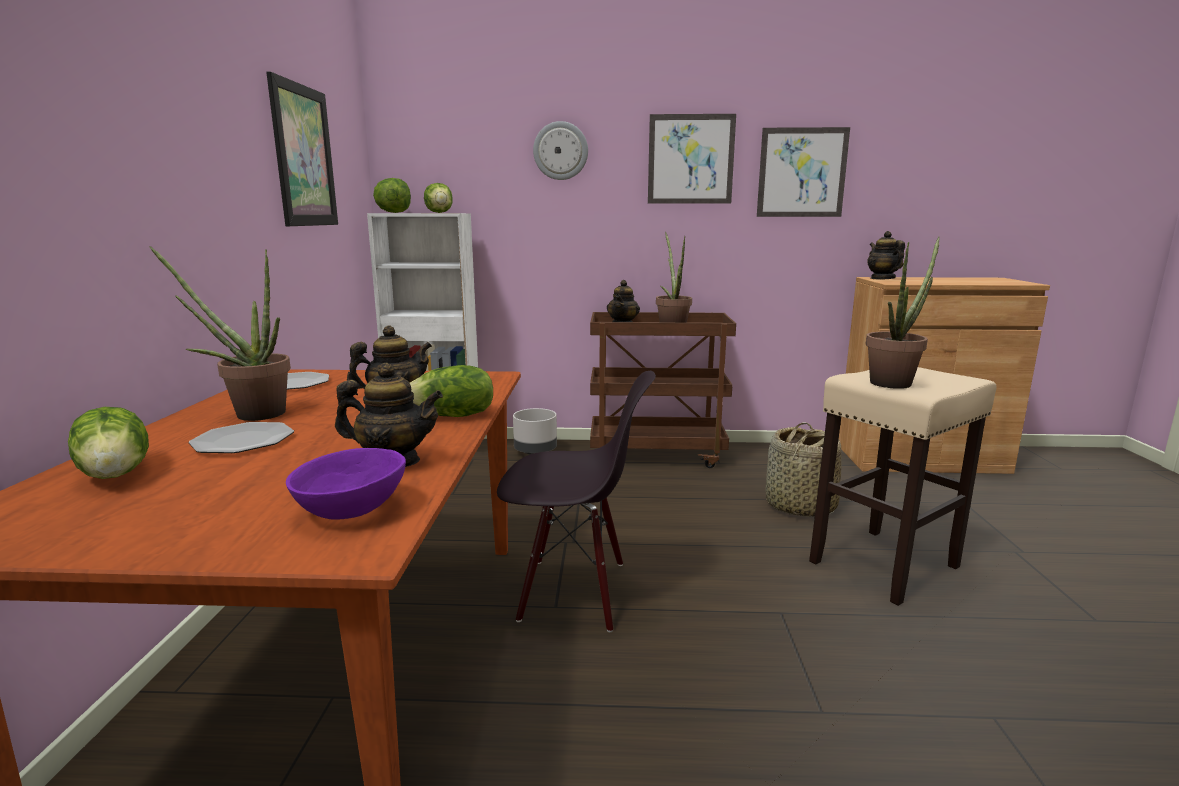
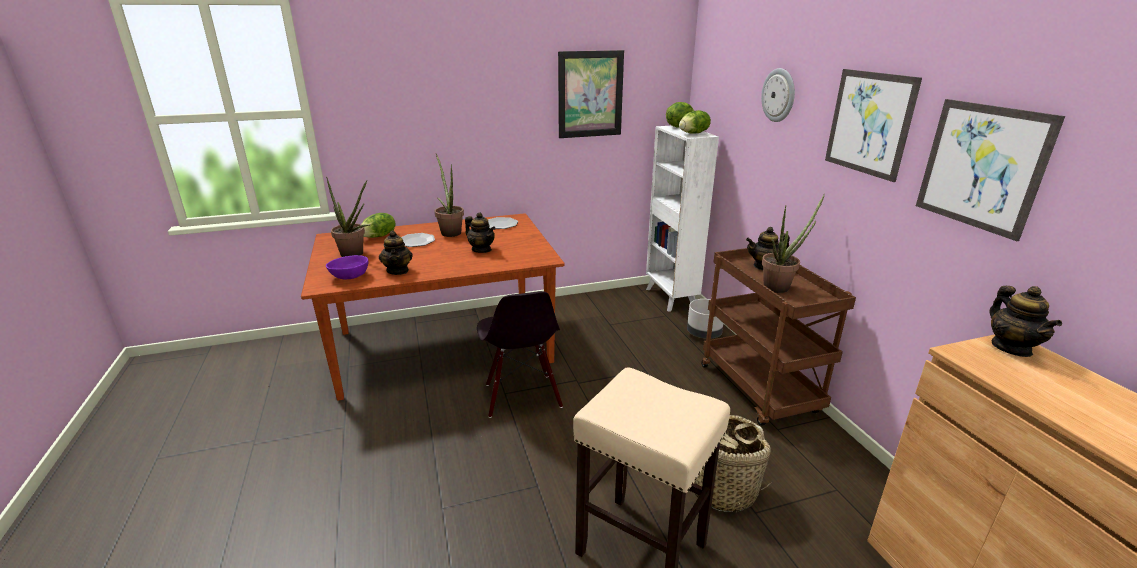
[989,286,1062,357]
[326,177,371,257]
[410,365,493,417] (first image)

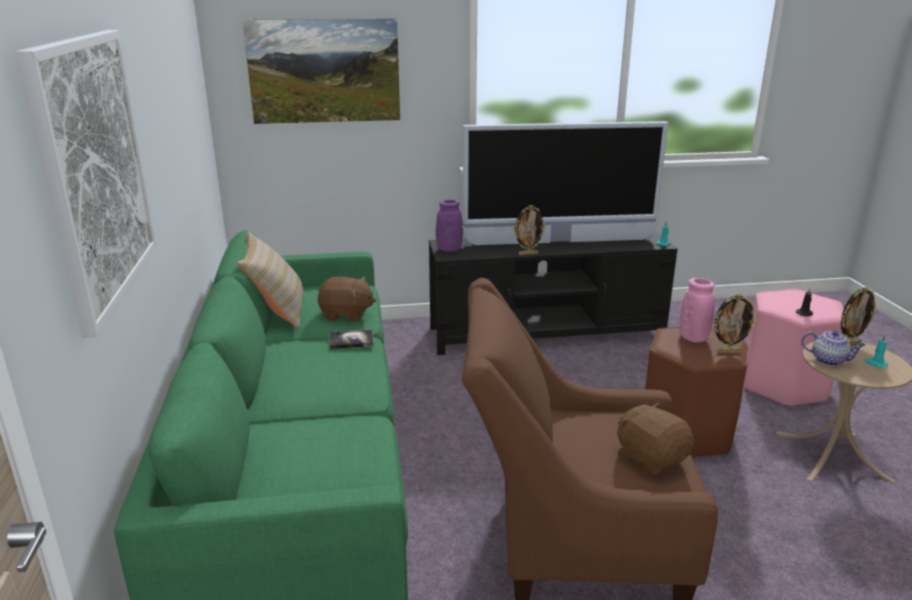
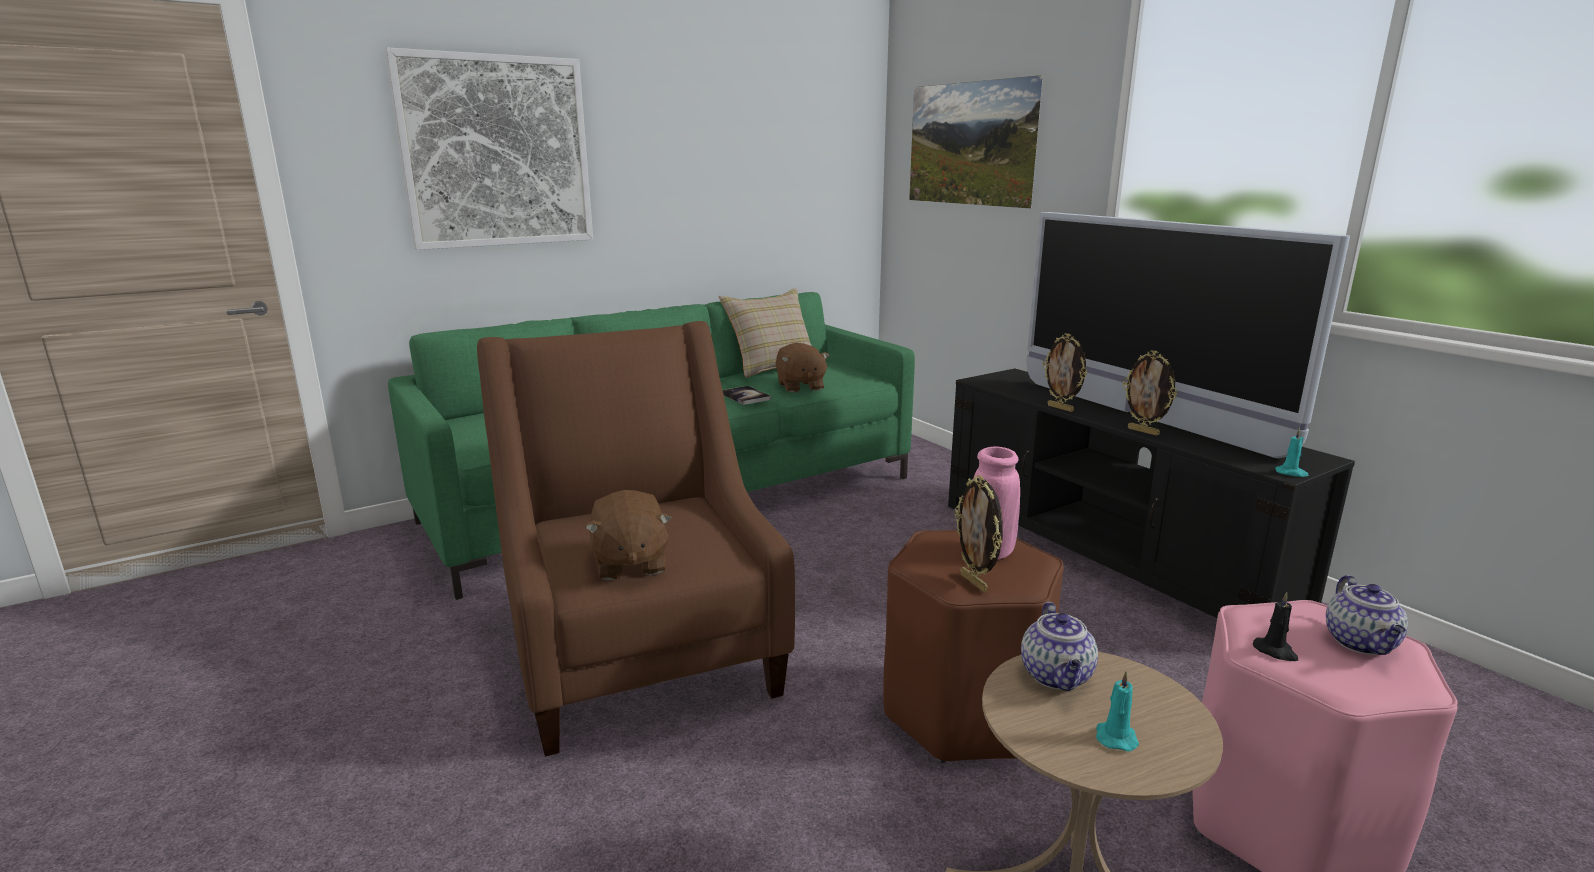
[436,200,463,252] (first image)
[1123,350,1177,436]
[585,490,672,581]
[1326,575,1408,655]

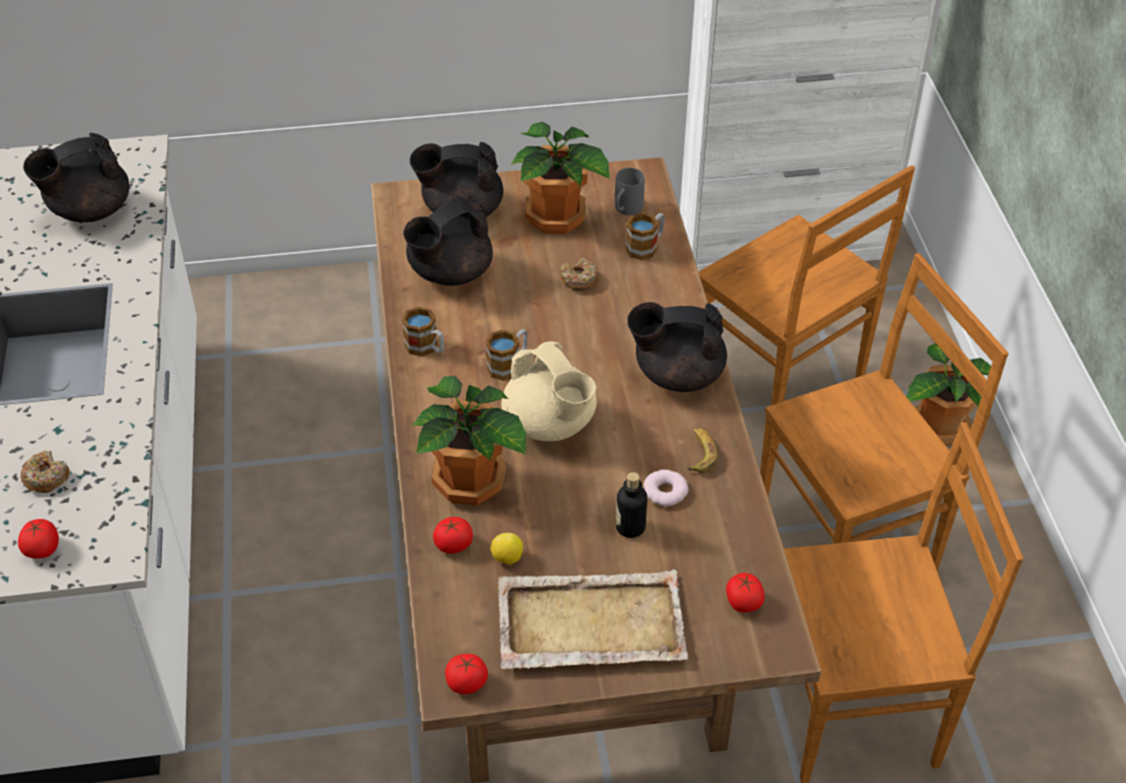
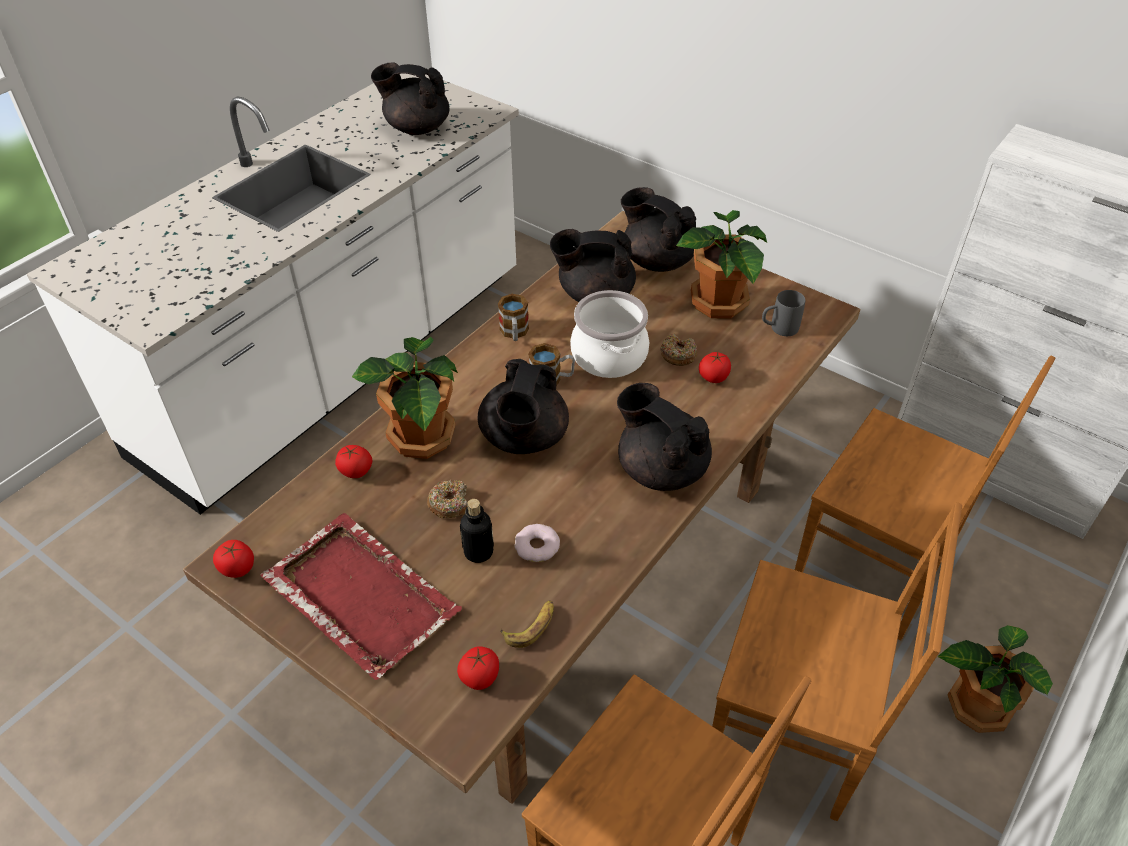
[795,355,1056,641]
[626,213,665,260] (first image)
[478,359,569,454]
[500,600,554,648]
[427,480,467,518]
[699,352,731,383]
[491,533,523,564] (first image)
[260,513,462,680]
[570,290,649,378]

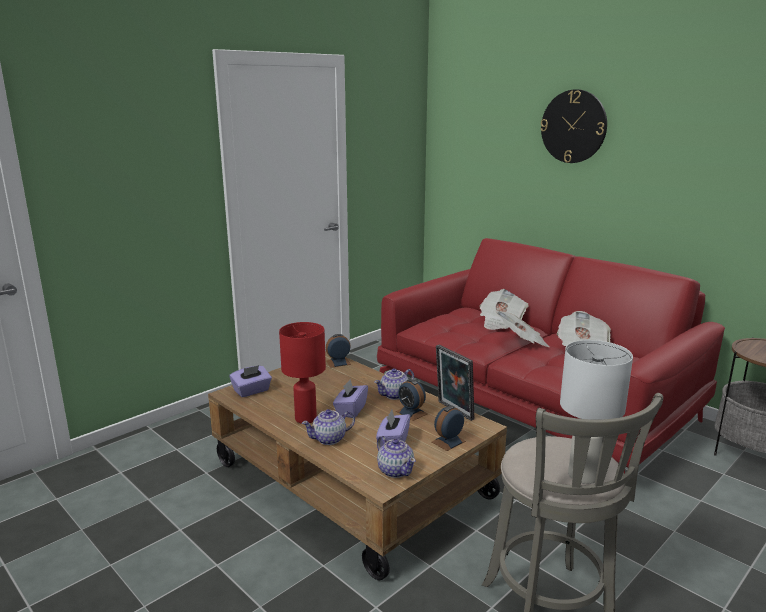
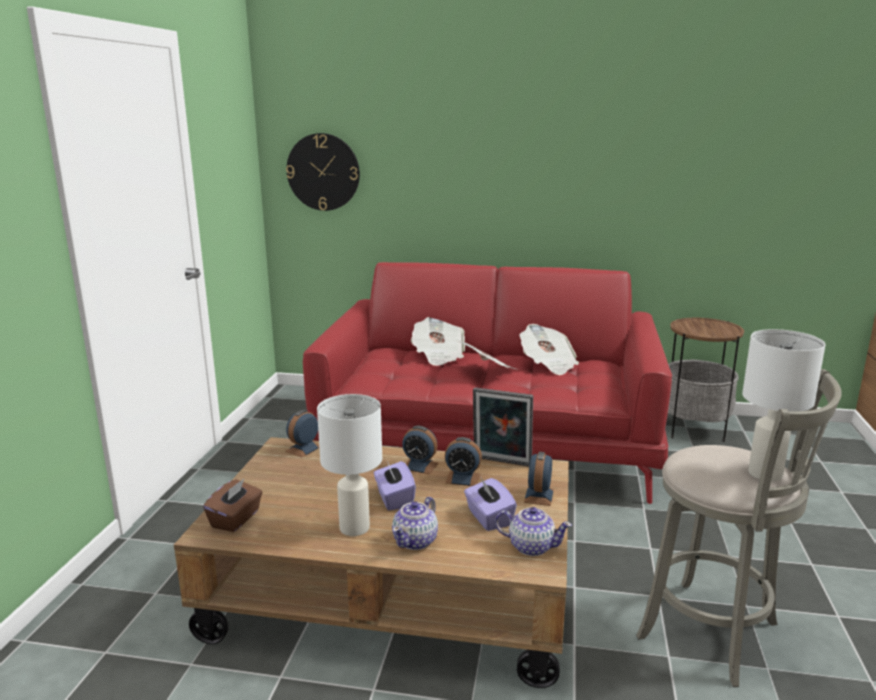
[286,133,360,211]
[317,394,382,536]
[203,479,263,532]
[402,426,439,474]

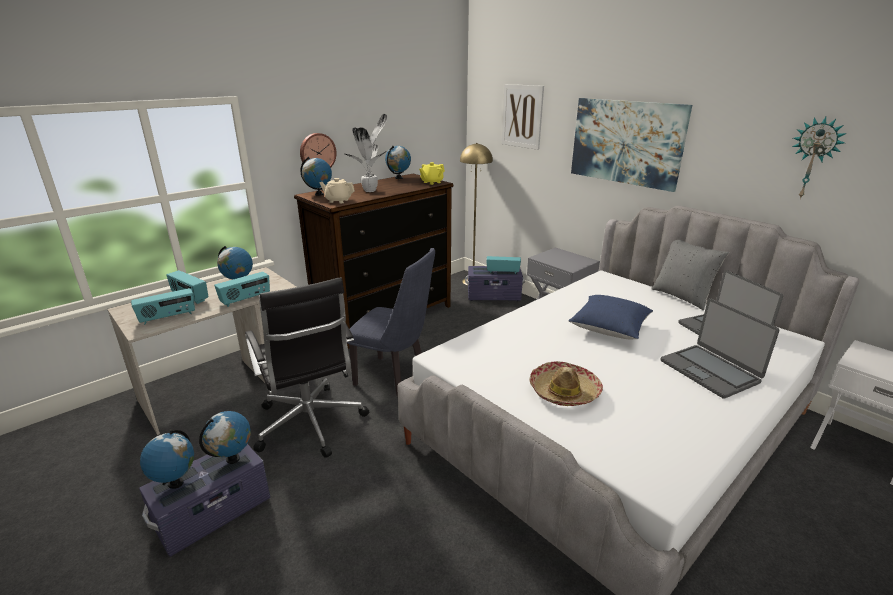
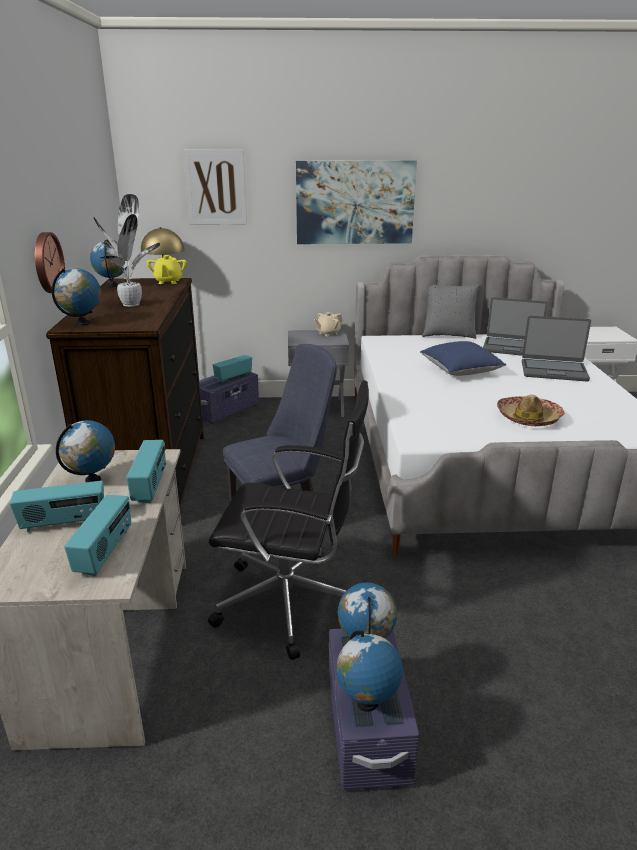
[792,117,847,199] (first image)
[314,312,343,336]

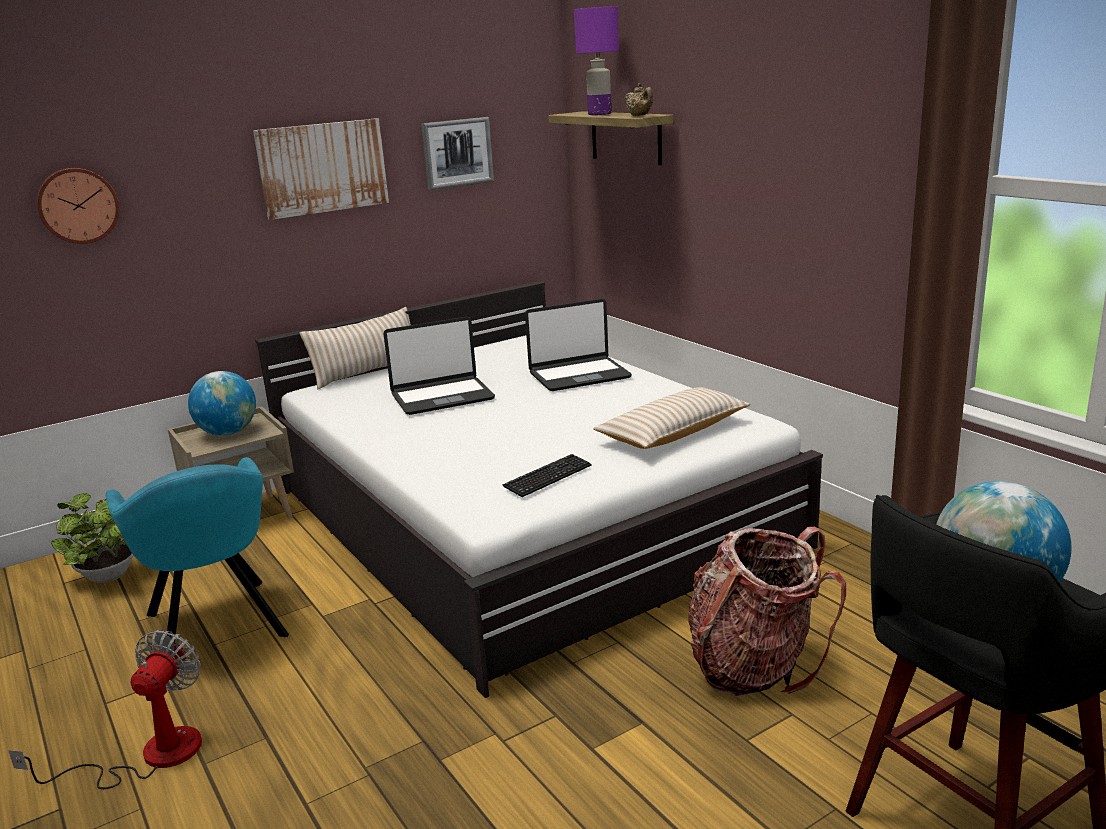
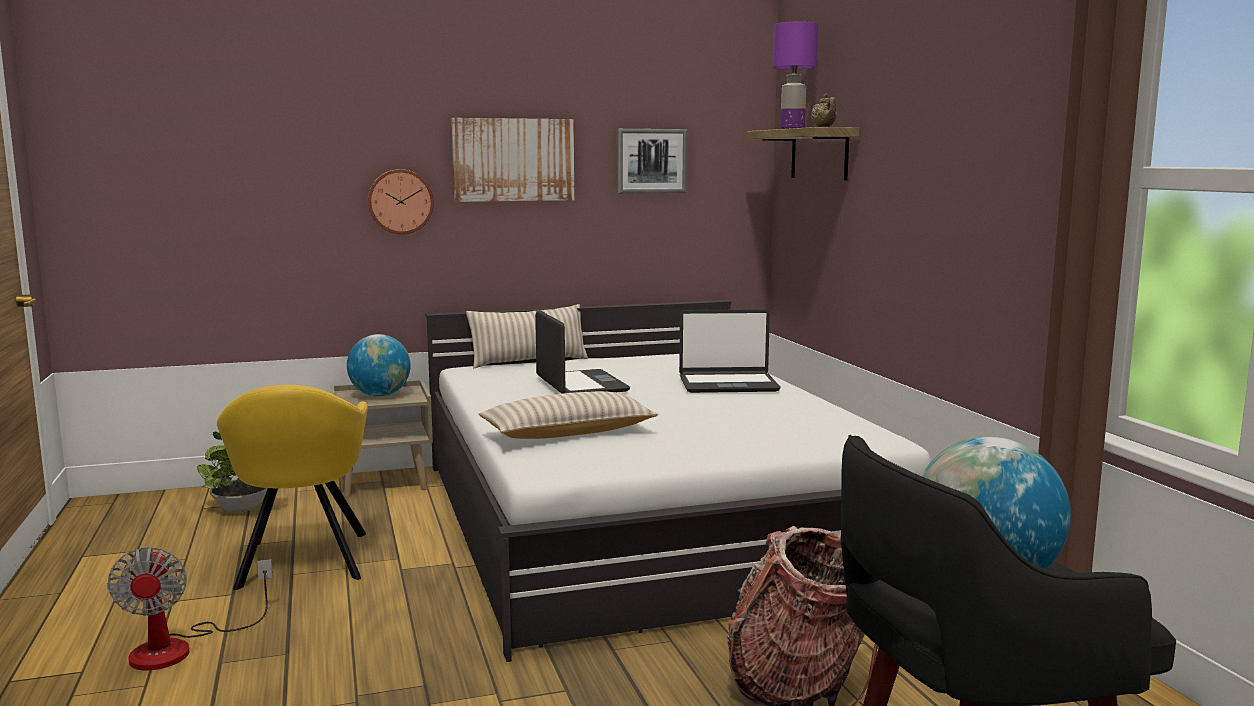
[368,169,434,234]
[535,310,630,394]
[479,391,658,439]
[502,454,592,497] (first image)
[217,385,368,590]
[107,547,273,670]

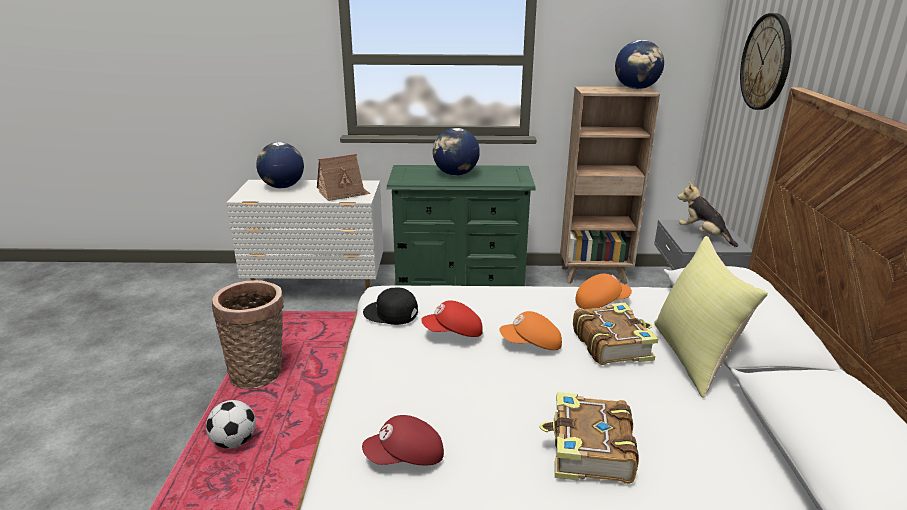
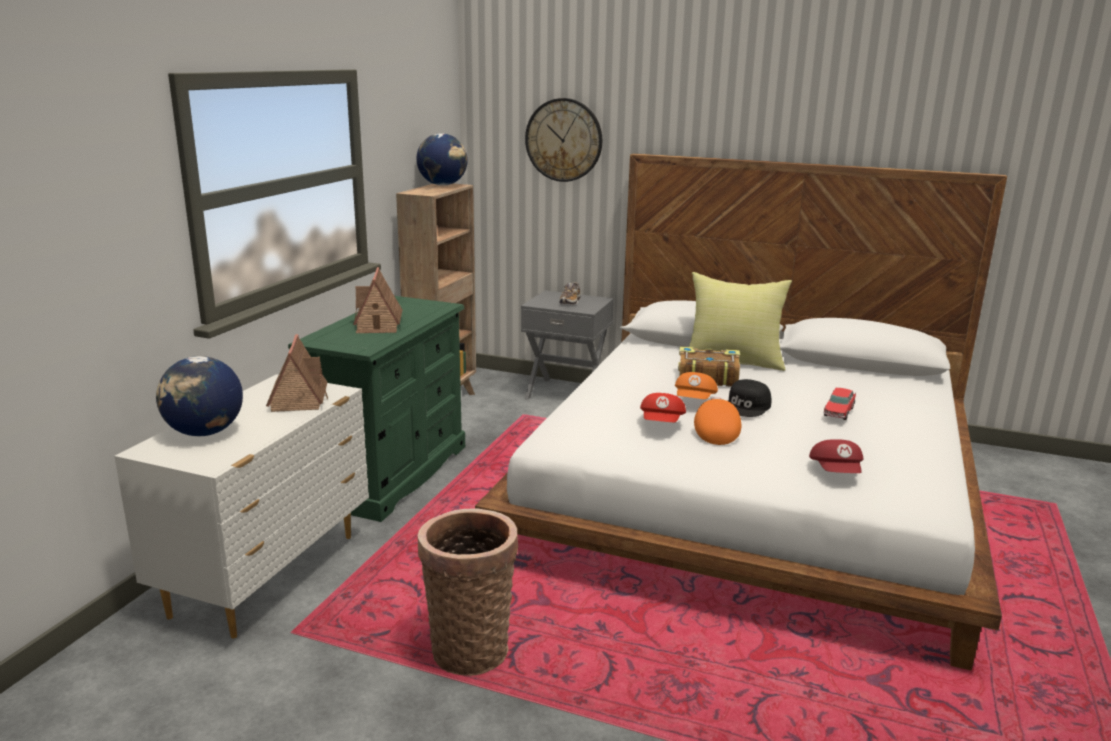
[353,267,402,333]
[559,282,581,305]
[694,398,741,445]
[728,379,772,417]
[824,388,856,420]
[206,400,256,449] (first image)

